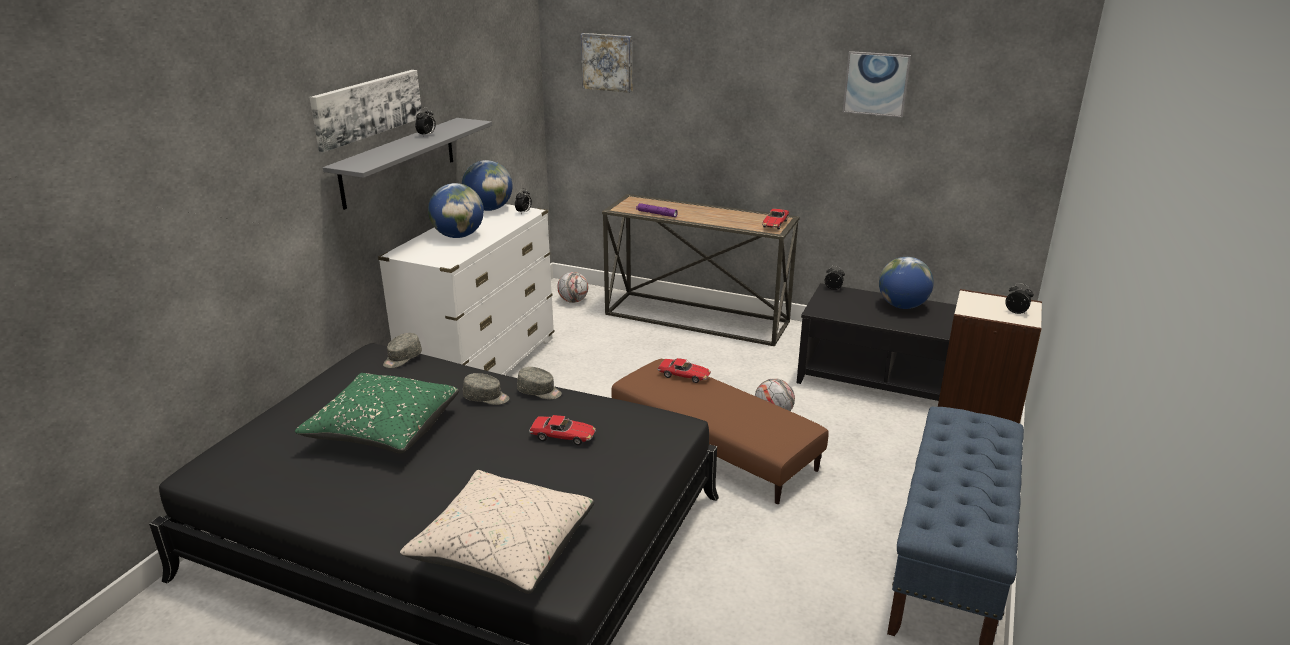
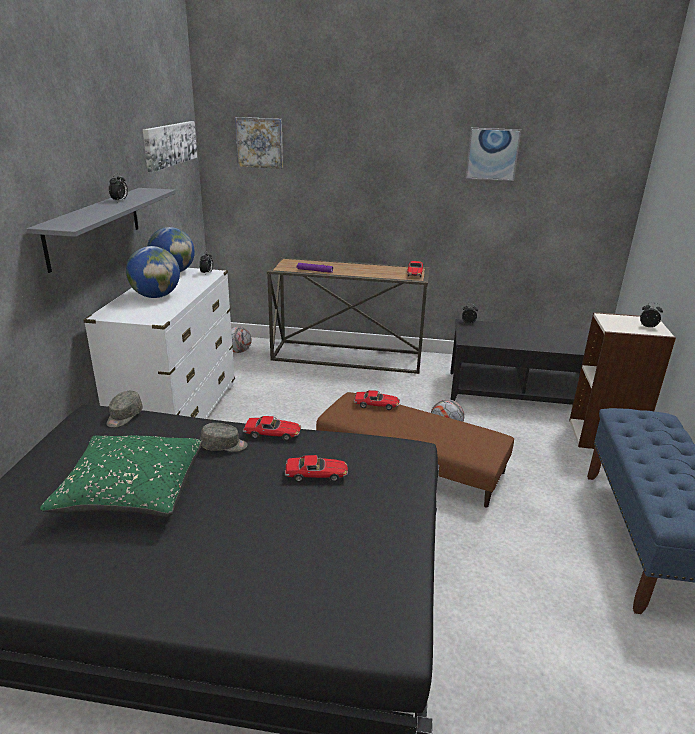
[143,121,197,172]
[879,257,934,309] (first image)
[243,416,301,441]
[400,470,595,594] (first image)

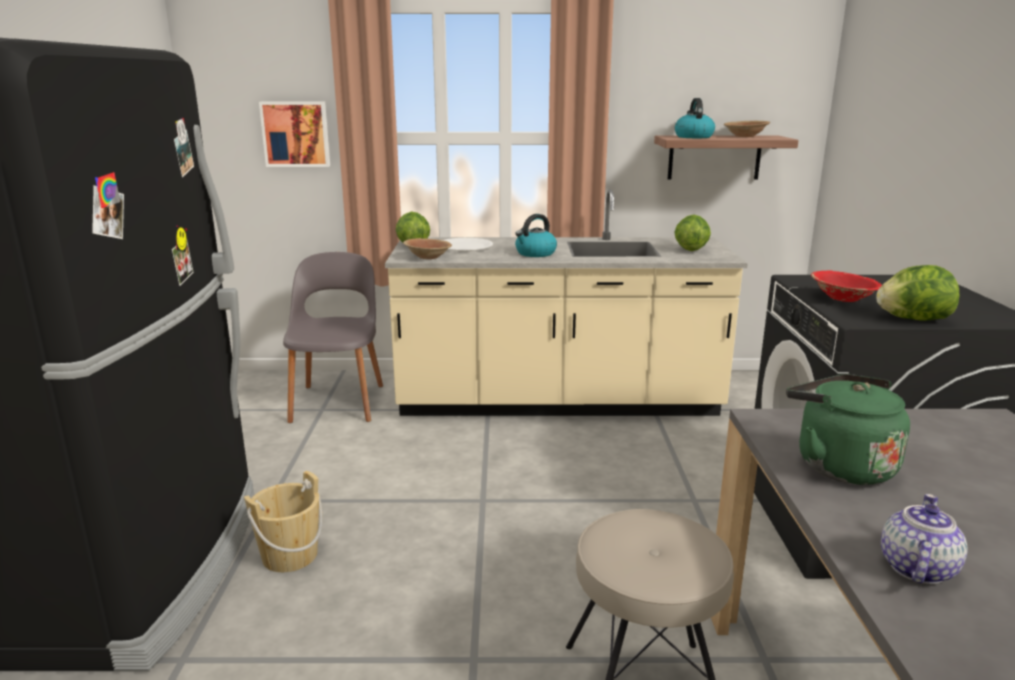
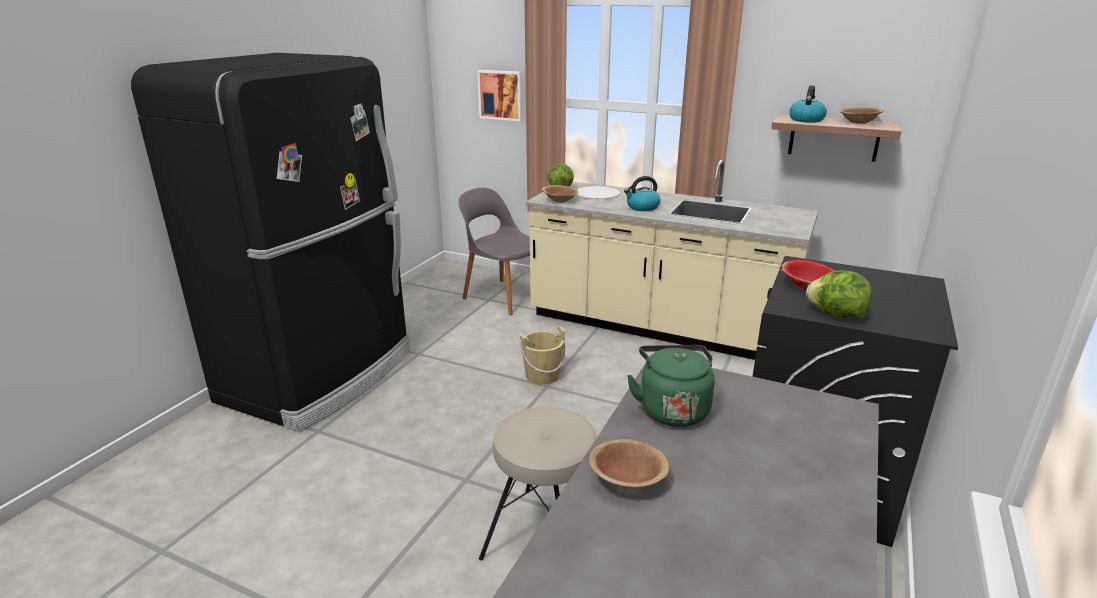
[675,215,711,251] (first image)
[458,187,530,315]
[519,326,565,384]
[589,439,669,490]

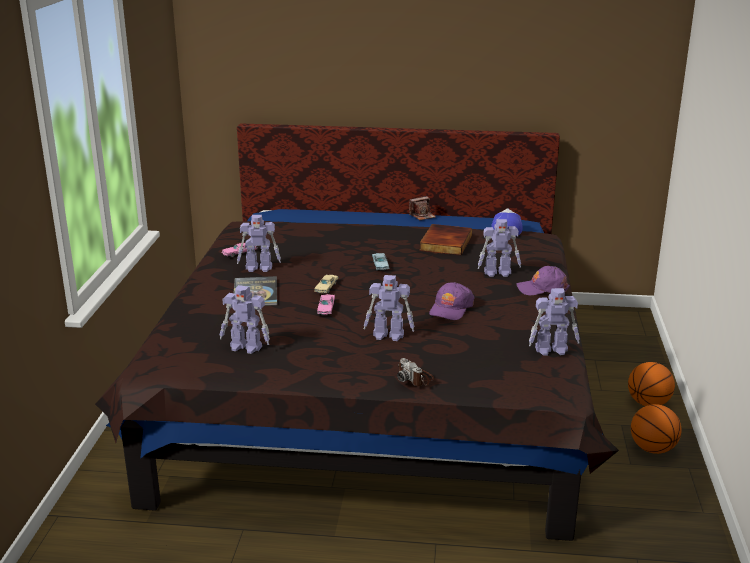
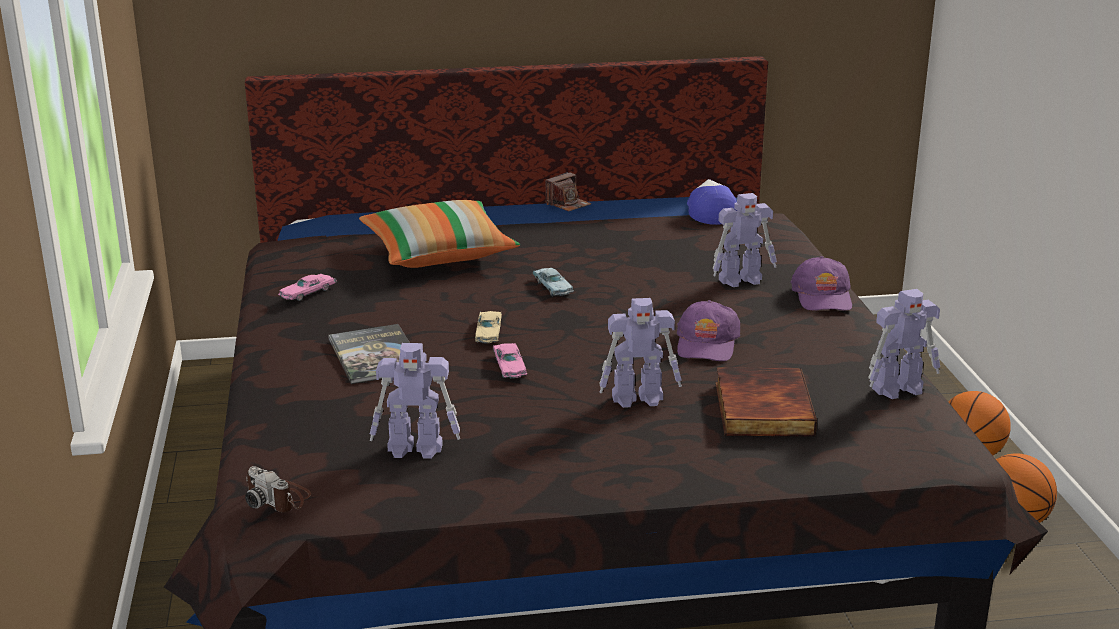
[237,215,281,272] (first image)
[716,367,817,437]
[791,256,852,311]
[245,466,311,512]
[359,200,520,268]

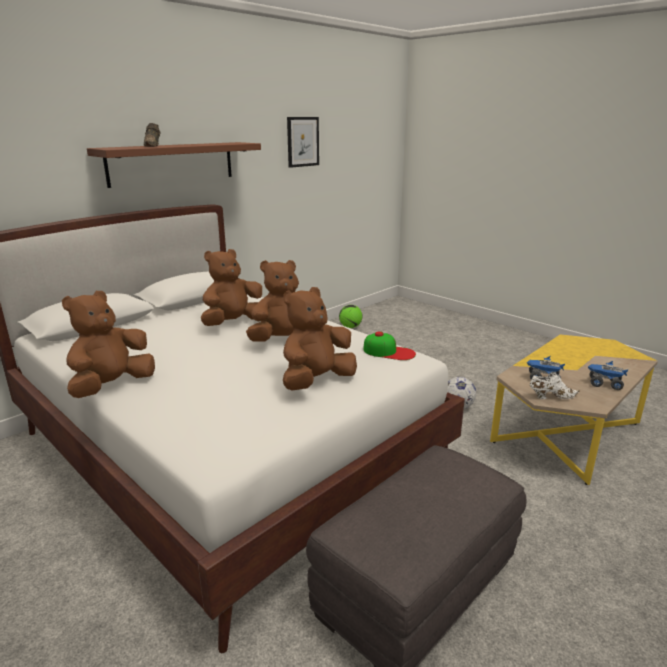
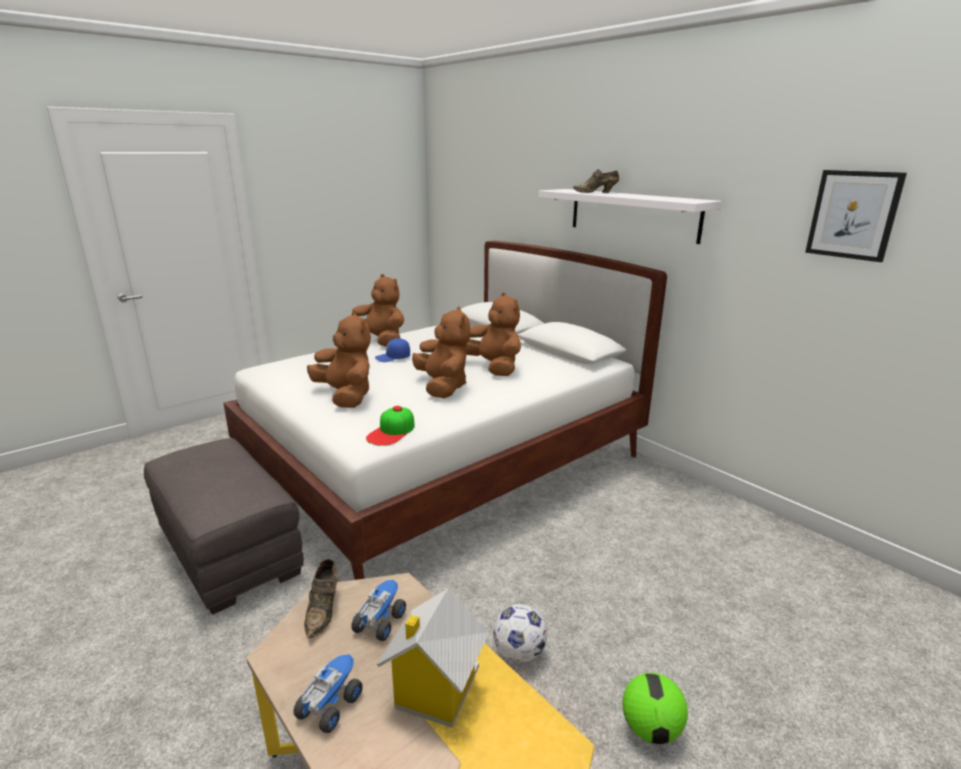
[538,189,722,244]
[622,673,688,744]
[304,559,338,638]
[375,338,410,362]
[377,588,489,728]

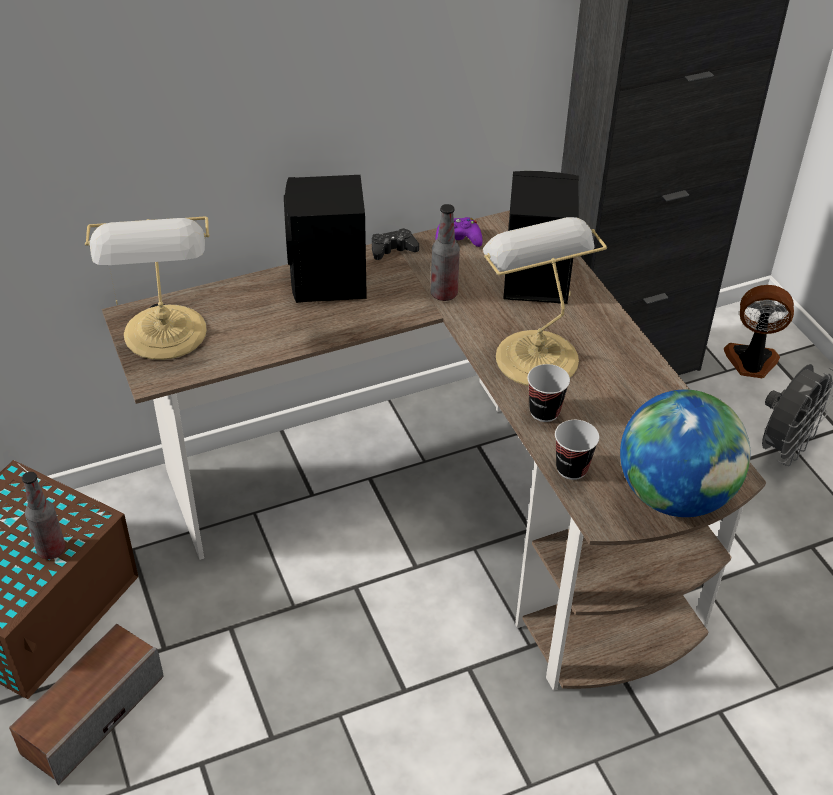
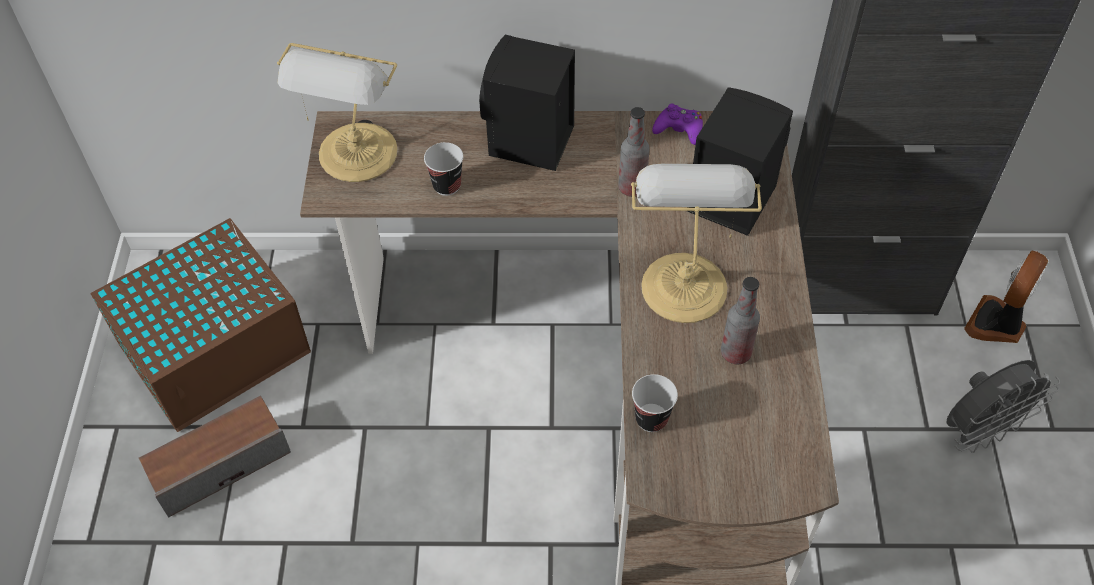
[372,228,419,260] (first image)
[964,250,1048,343]
[424,142,463,196]
[620,390,750,517] (first image)
[721,277,760,364]

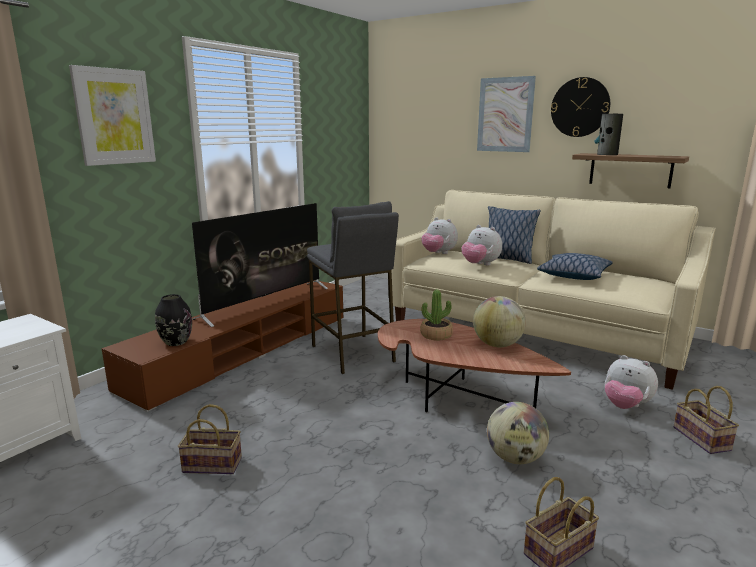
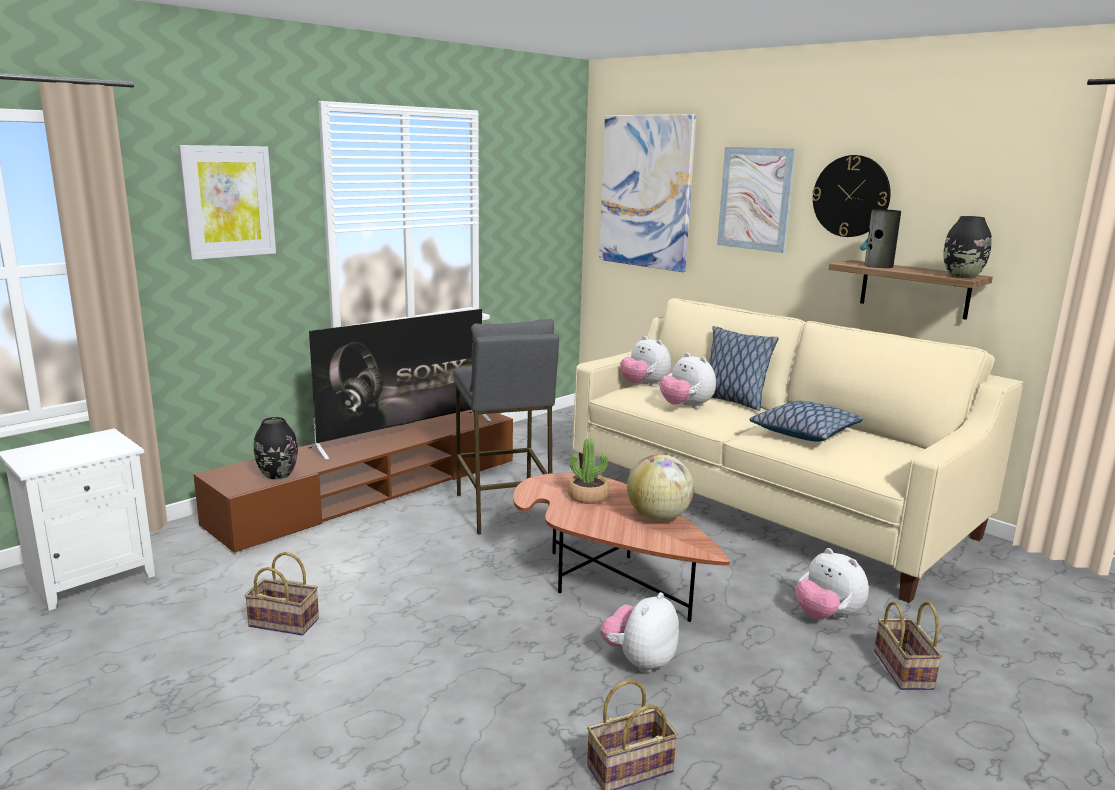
[601,592,679,673]
[599,115,696,272]
[944,216,992,279]

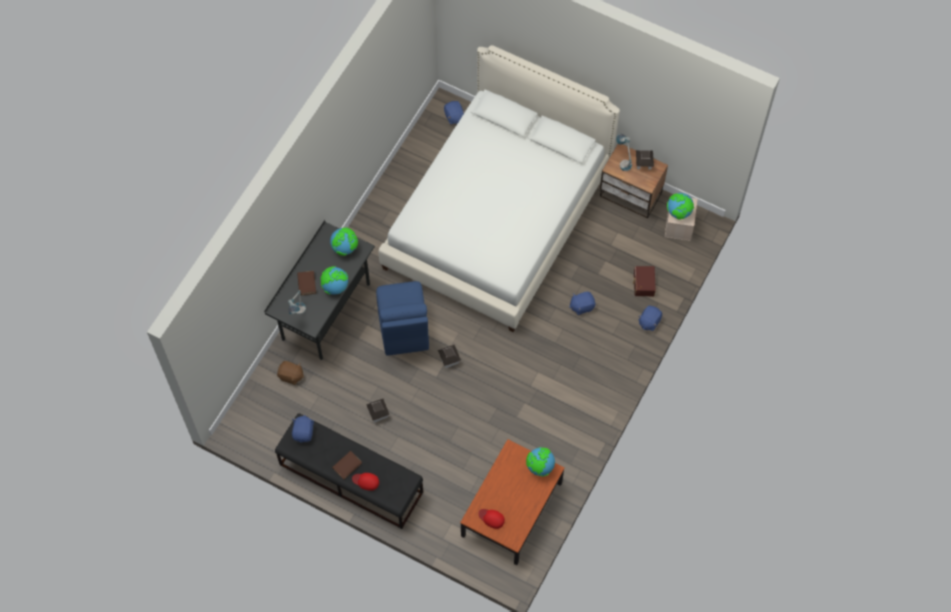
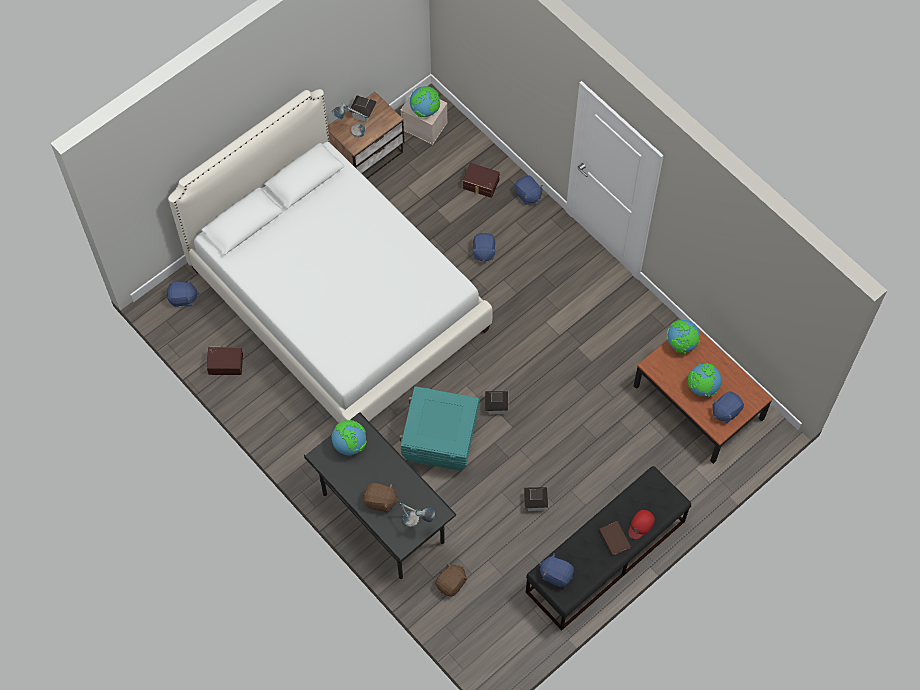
[688,363,722,397]
[364,483,399,513]
[399,386,479,471]
[712,391,744,424]
[206,346,243,375]

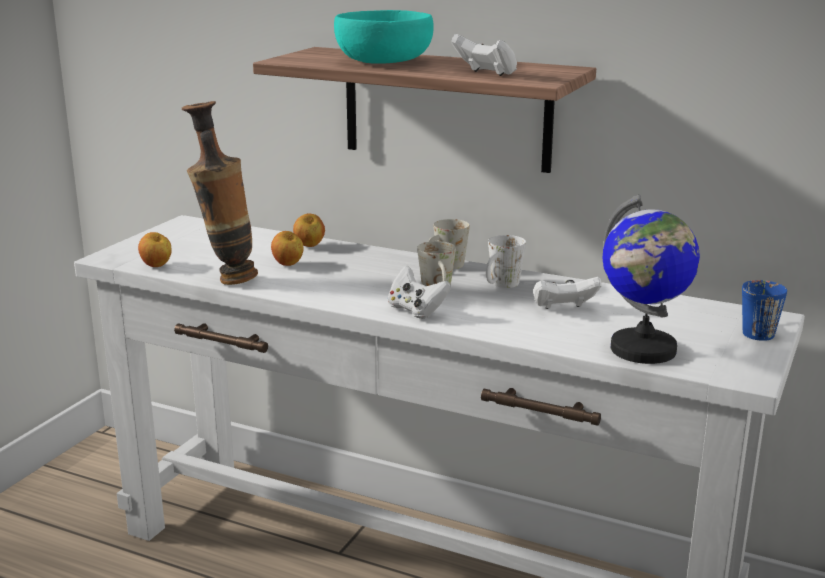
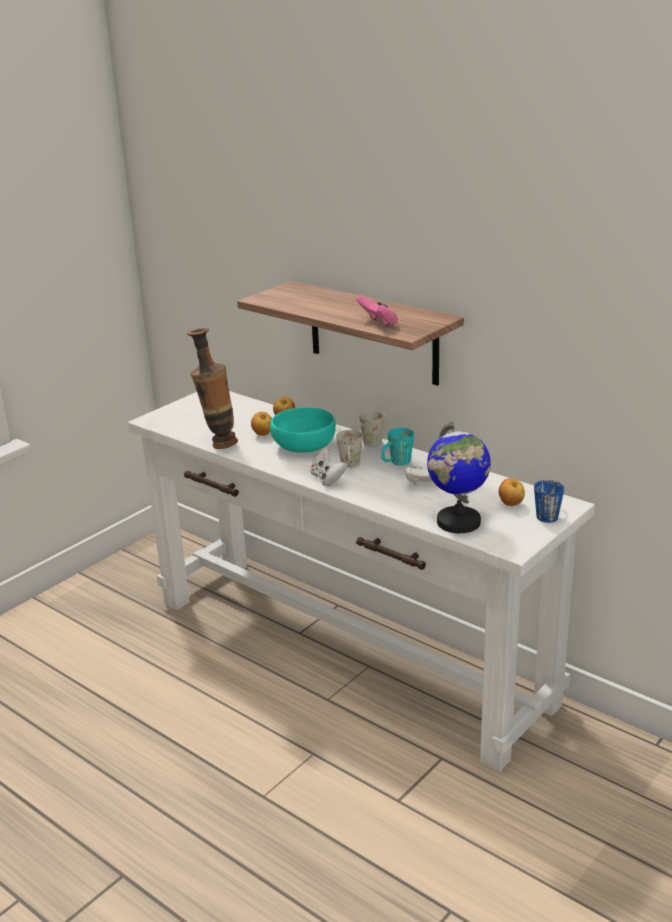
[270,407,336,453]
[356,295,398,326]
[499,478,525,506]
[381,428,414,465]

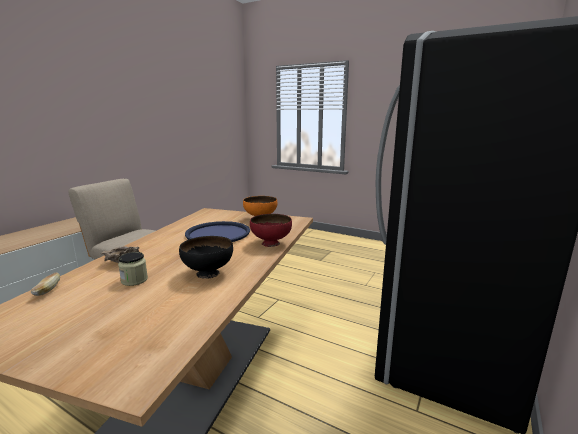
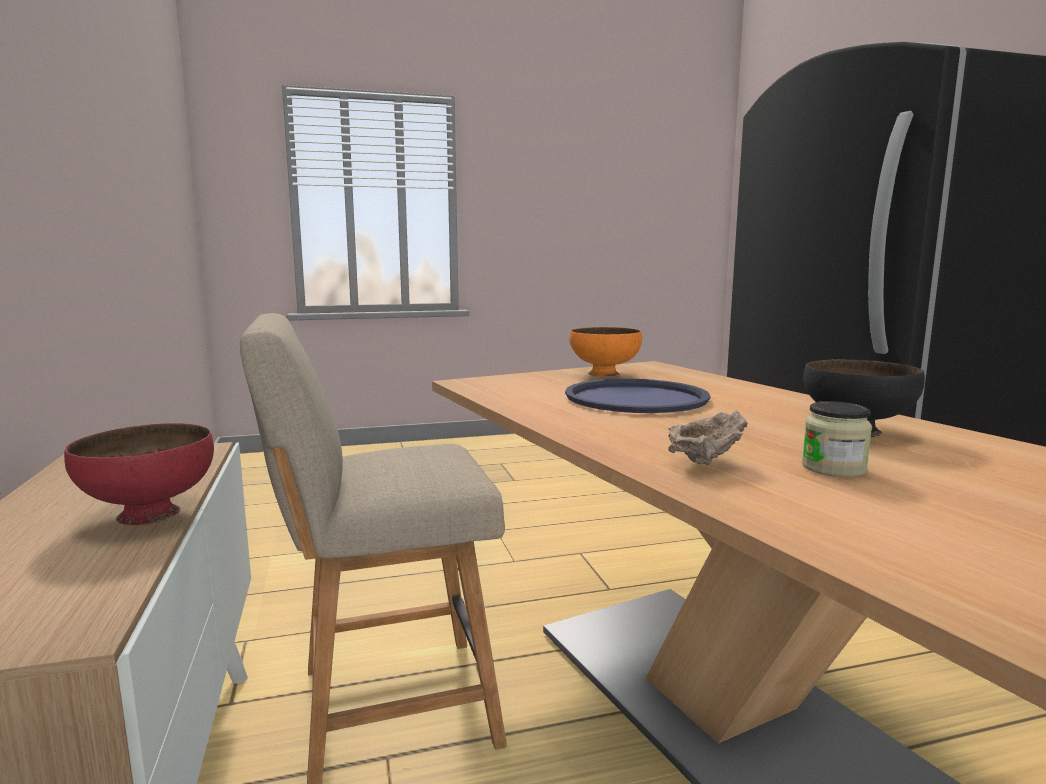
[64,423,214,525]
[31,273,60,296] (first image)

